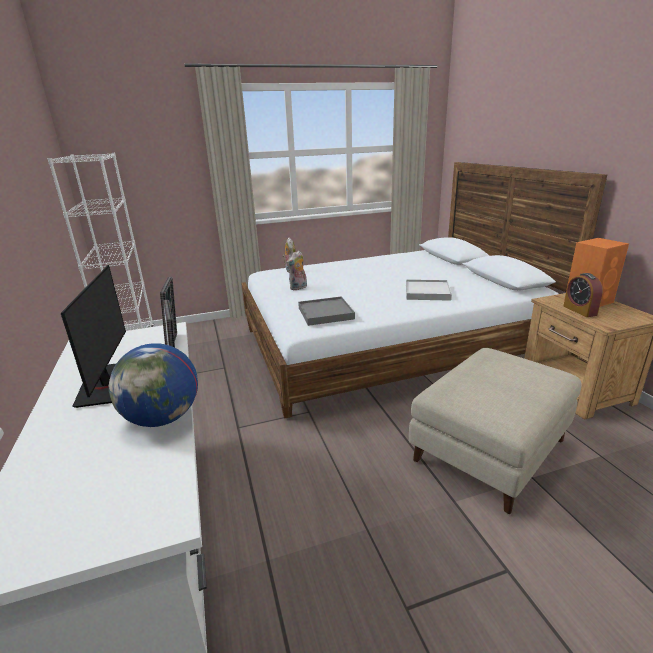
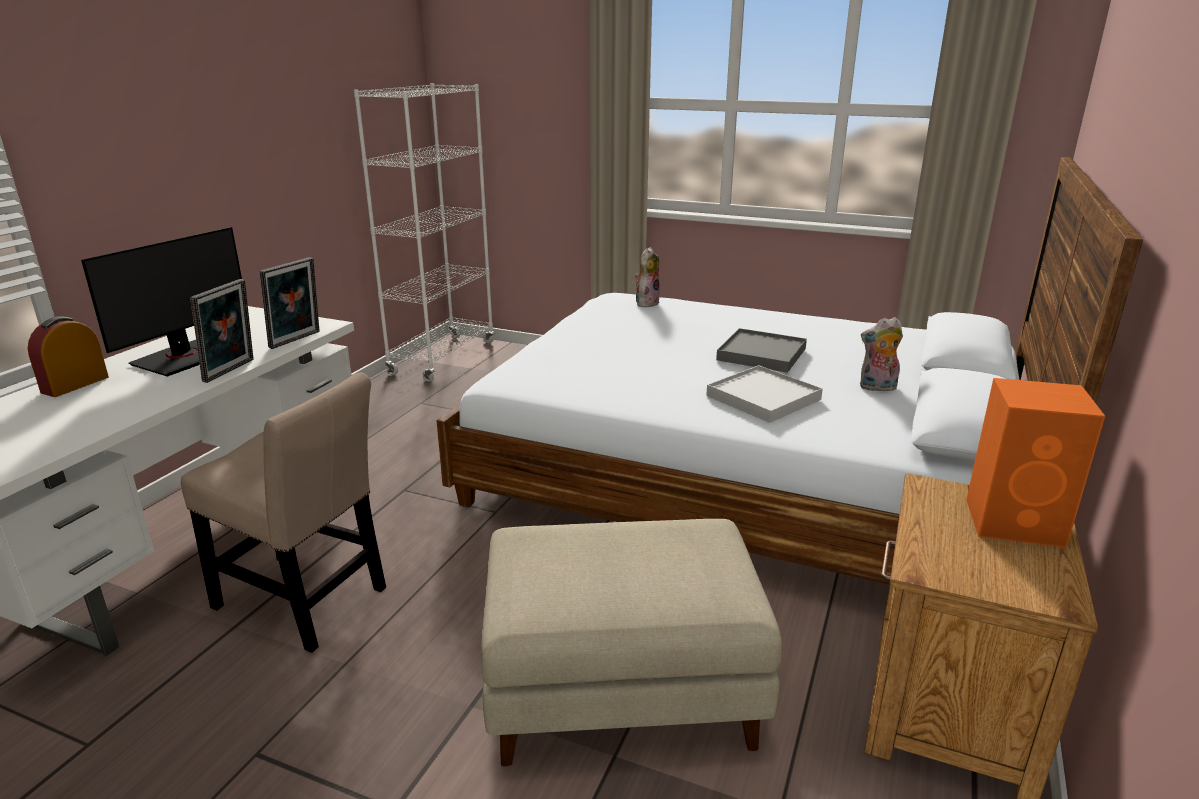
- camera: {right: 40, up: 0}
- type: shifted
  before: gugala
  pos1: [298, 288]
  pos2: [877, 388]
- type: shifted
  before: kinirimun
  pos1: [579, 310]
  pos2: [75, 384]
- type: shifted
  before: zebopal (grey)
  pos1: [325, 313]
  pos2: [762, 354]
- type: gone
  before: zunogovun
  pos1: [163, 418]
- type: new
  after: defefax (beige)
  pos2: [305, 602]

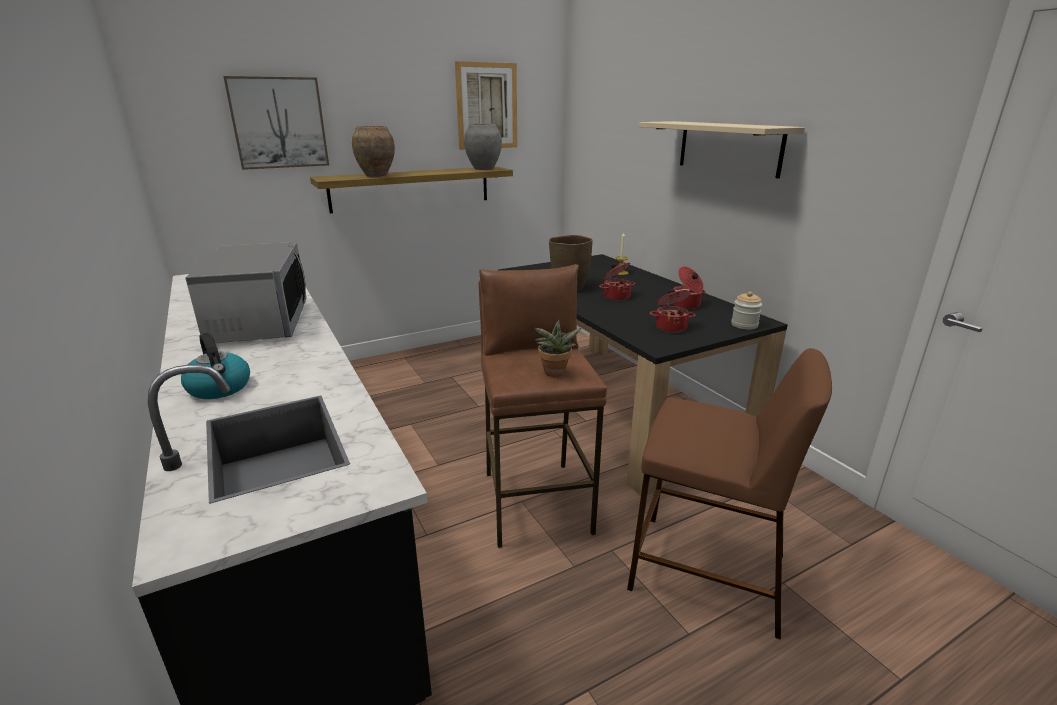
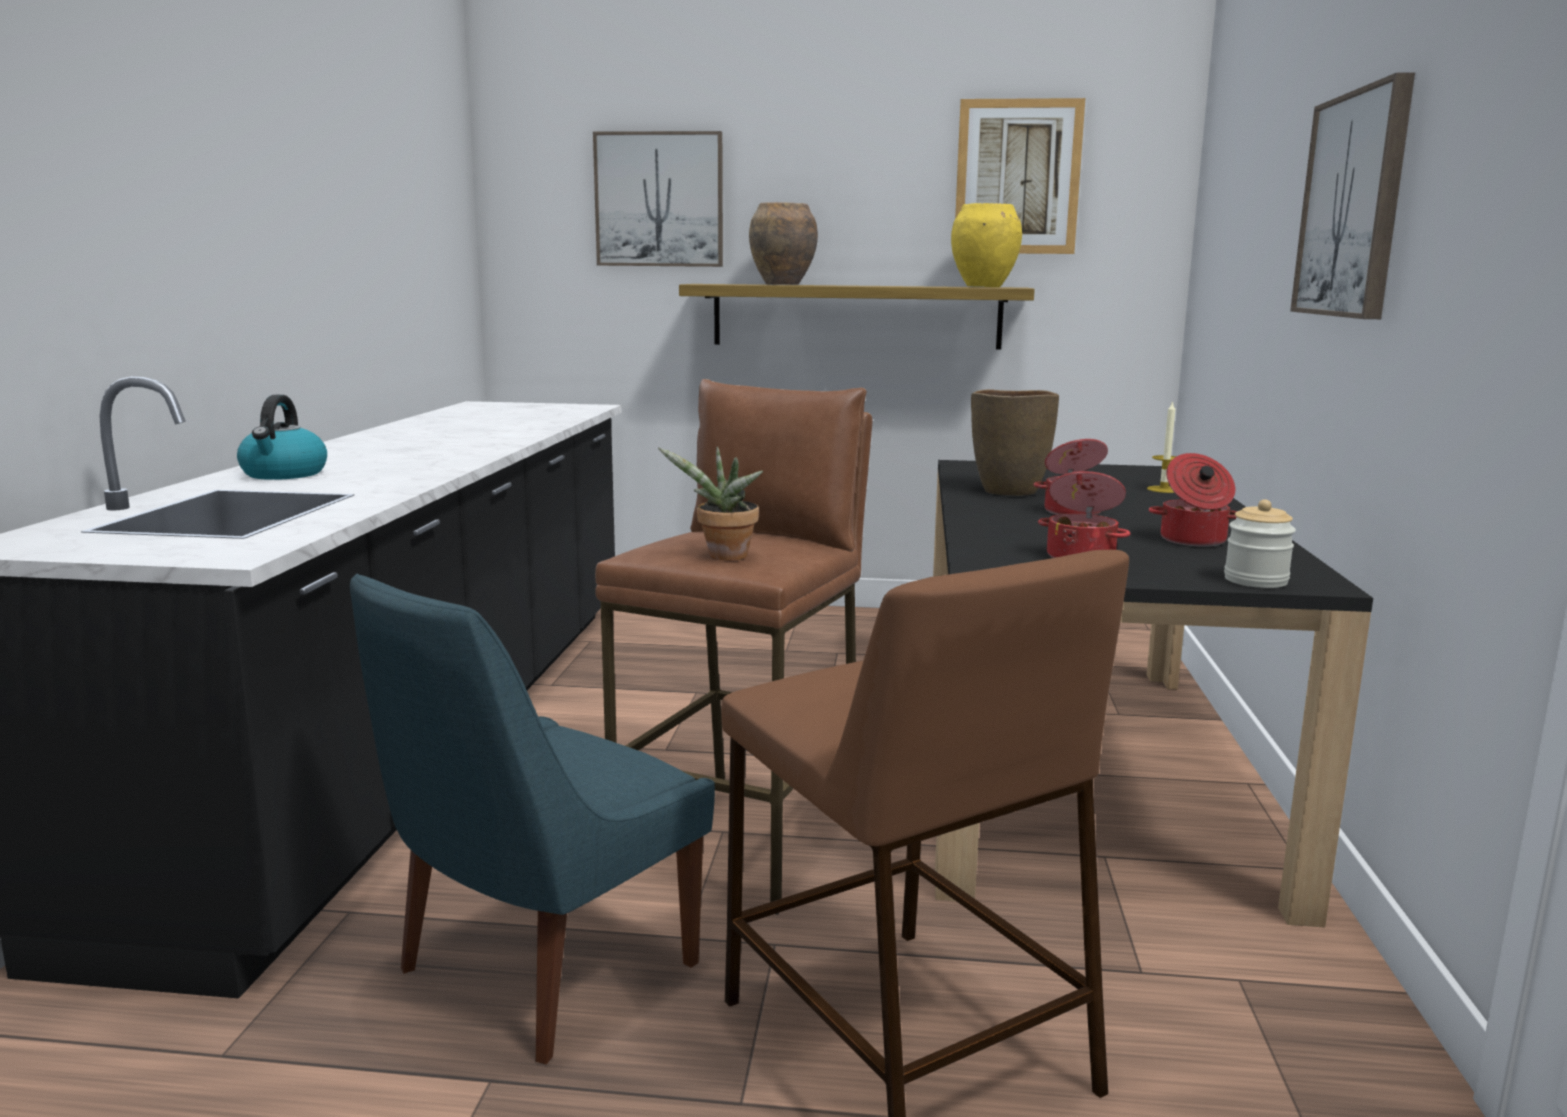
- camera: {right: 35, up: -10}
- type: swapped
  before: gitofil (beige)
  after: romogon
  pos1: [728, 147]
  pos2: [1353, 205]
- type: repainted
  before: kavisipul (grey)
  after: kavisipul (yellow)
  pos1: [484, 169]
  pos2: [984, 287]
- type: gone
  before: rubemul
  pos1: [259, 323]
- type: new
  after: defefax (blue)
  pos2: [539, 972]

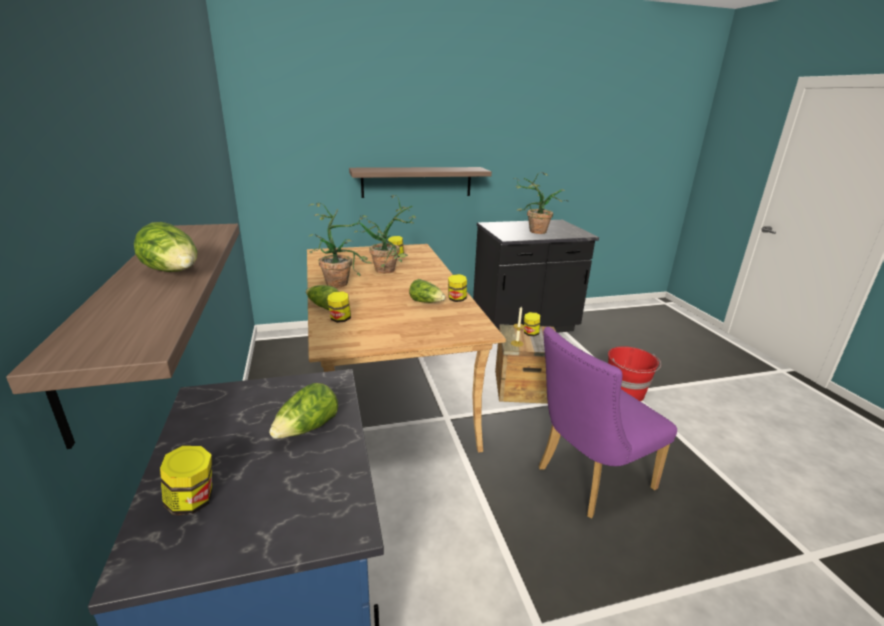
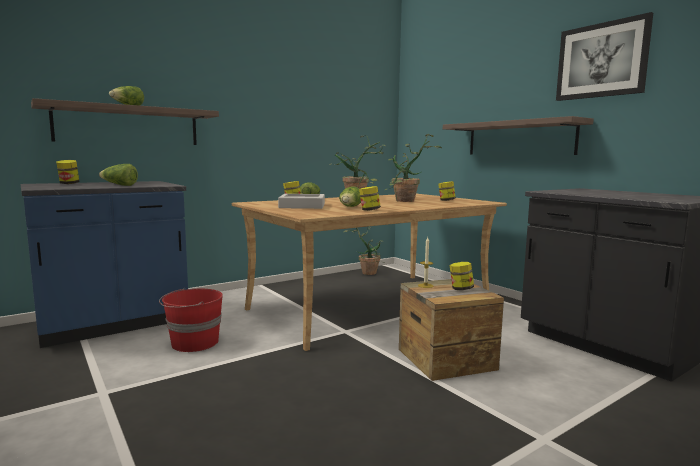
- camera: {right: 70, up: -15}
- type: shifted
  before: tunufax
  pos1: [533, 231]
  pos2: [367, 272]
- type: gone
  before: defefax (purple)
  pos1: [588, 480]
- type: shifted
  before: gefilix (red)
  pos1: [626, 392]
  pos2: [193, 343]
- type: new
  after: romogon
  pos2: [601, 60]
- type: new
  after: zebopal (grey)
  pos2: [302, 206]

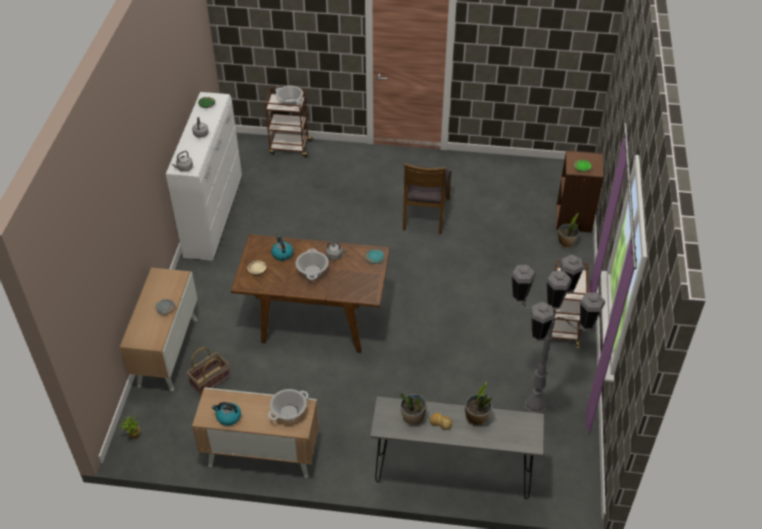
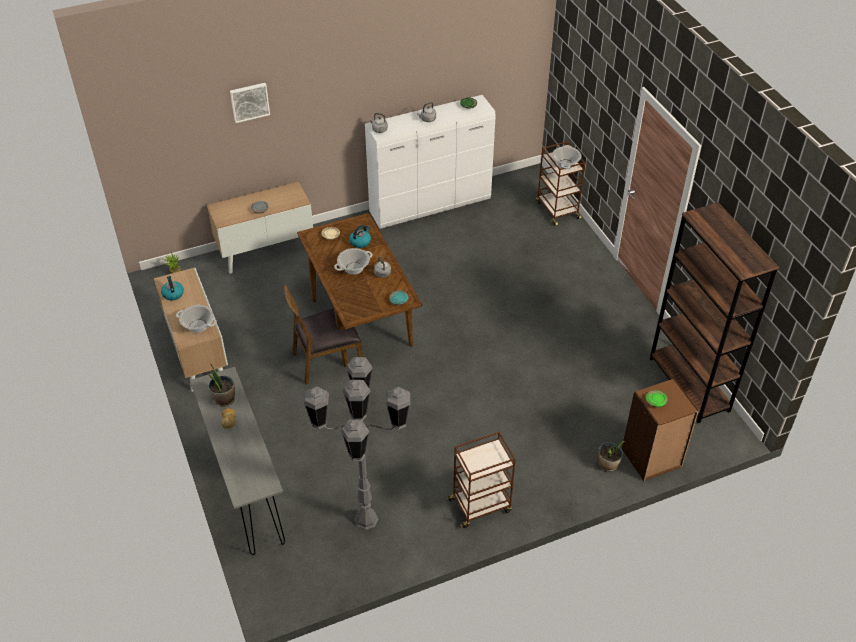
- camera: {right: 60, up: 0}
- type: shifted
  before: defefax (brown)
  pos1: [425, 214]
  pos2: [327, 360]
- type: gone
  before: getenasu
  pos1: [210, 380]
- type: gone
  before: tunufax
  pos1: [476, 418]
- type: new
  after: romogon
  pos2: [249, 101]
- type: new
  after: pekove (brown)
  pos2: [689, 384]

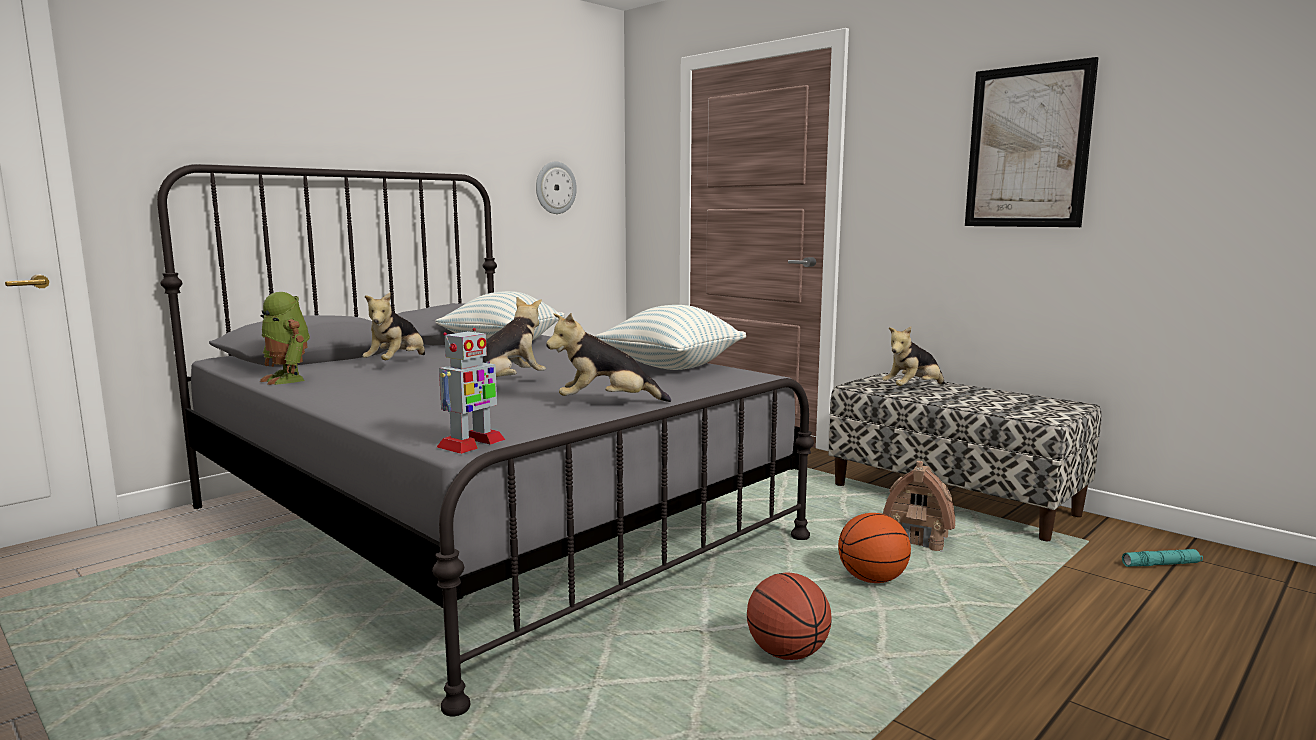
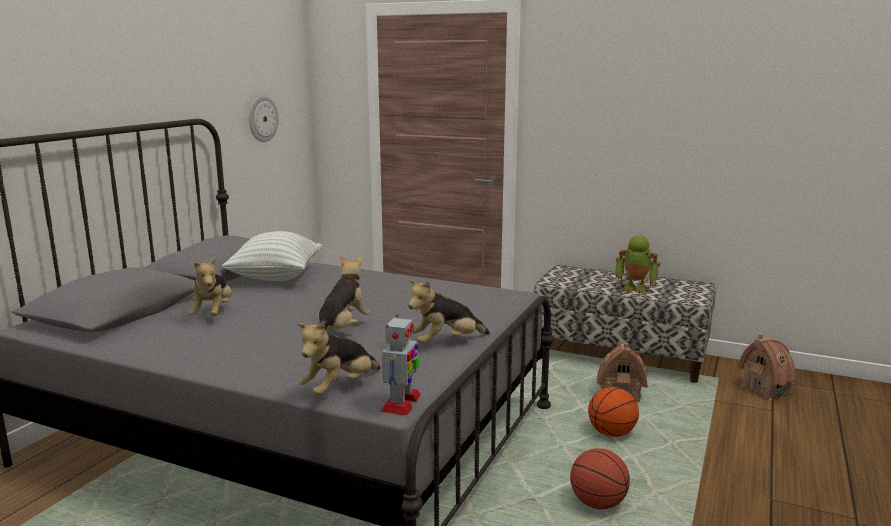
- camera: {right: -20, up: 5}
- type: gone
  before: romogon
  pos1: [1027, 147]
- type: shifted
  before: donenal
  pos1: [288, 379]
  pos2: [635, 288]
- type: gone
  before: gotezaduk
  pos1: [671, 367]
- type: shifted
  before: gugala
  pos1: [913, 389]
  pos2: [340, 388]
- type: swapped
  before: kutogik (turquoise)
  after: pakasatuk
  pos1: [1161, 564]
  pos2: [766, 389]

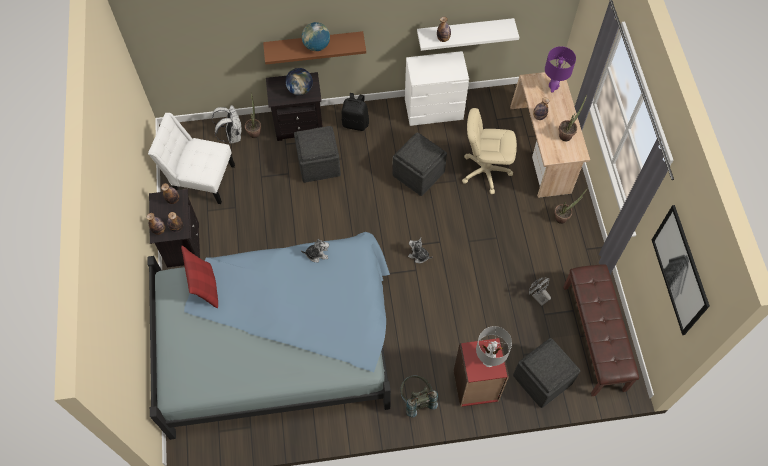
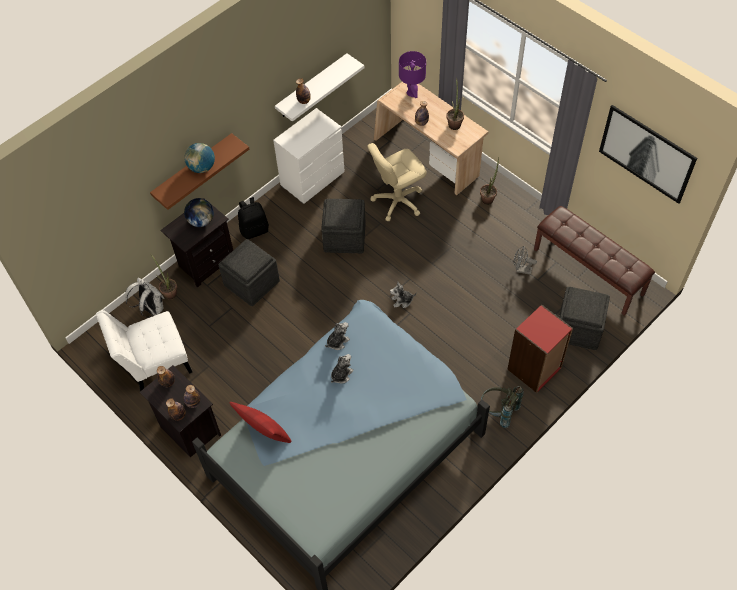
- camera: {right: -35, up: -5}
- type: gone
  before: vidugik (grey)
  pos1: [489, 360]
- type: new
  after: gugala
  pos2: [341, 374]

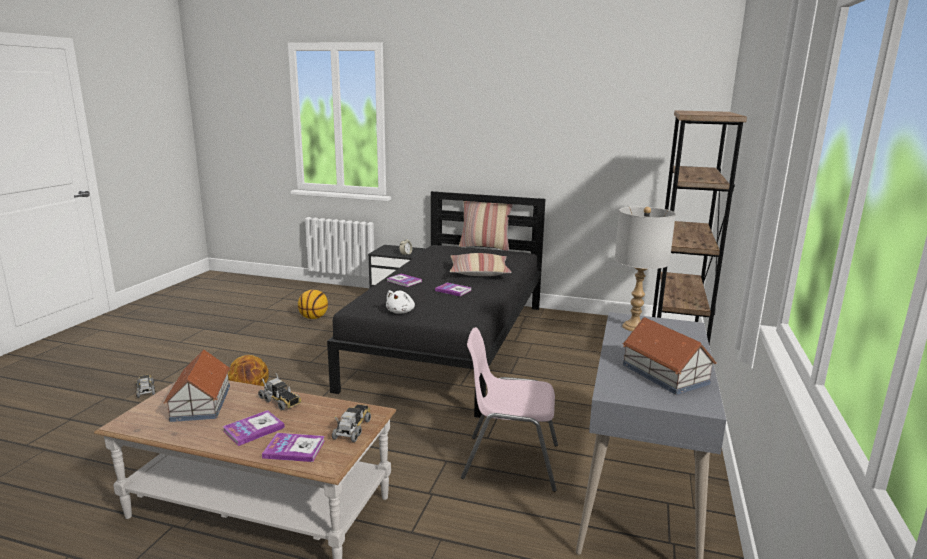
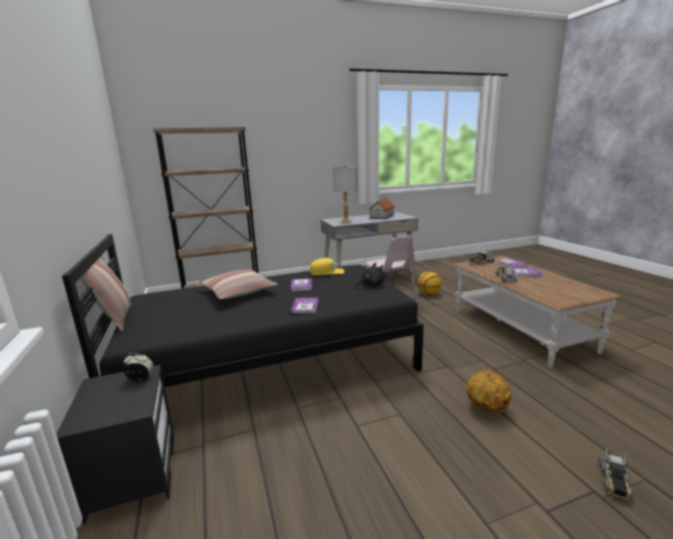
- camera: {right: -125, up: 0}
- type: shifted
  before: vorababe
  pos1: [314, 318]
  pos2: [429, 293]
- type: repainted
  before: gugala (white)
  after: gugala (black)
  pos1: [401, 312]
  pos2: [372, 284]
- type: gone
  before: pakasatuk
  pos1: [202, 402]
- type: new
  after: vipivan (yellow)
  pos2: [326, 272]

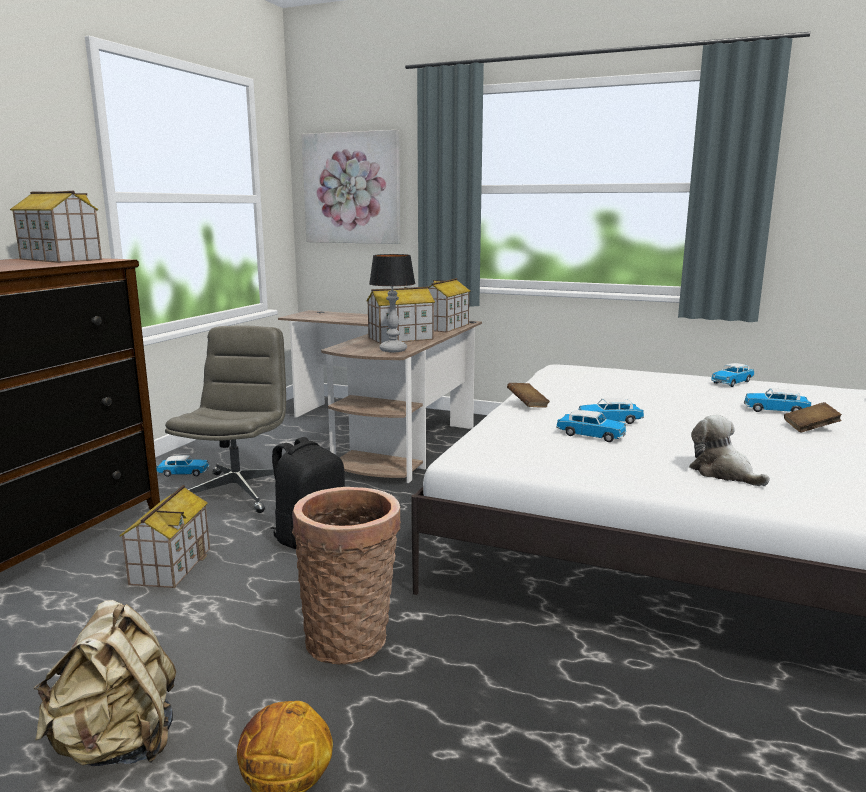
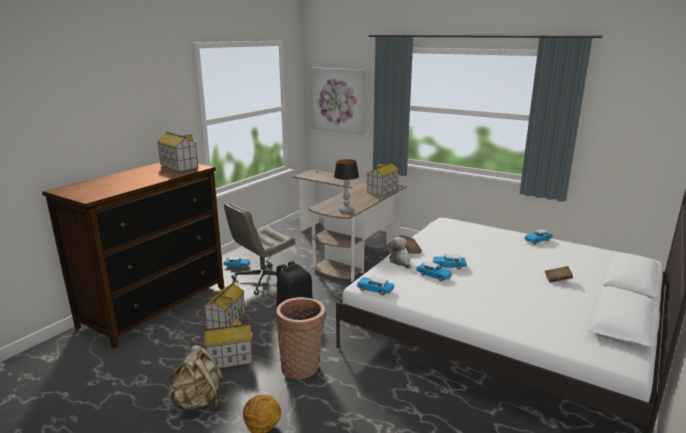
- camera: {right: 10, up: 5}
- type: shifted
  before: pakasatuk
  pos1: [400, 339]
  pos2: [229, 359]
- type: rotated
  before: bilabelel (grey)
  pos1: [237, 492]
  pos2: [262, 280]
  turn: -150
- type: shifted
  before: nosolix
  pos1: [775, 410]
  pos2: [375, 290]
- type: shifted
  before: gugala
  pos1: [723, 473]
  pos2: [400, 261]

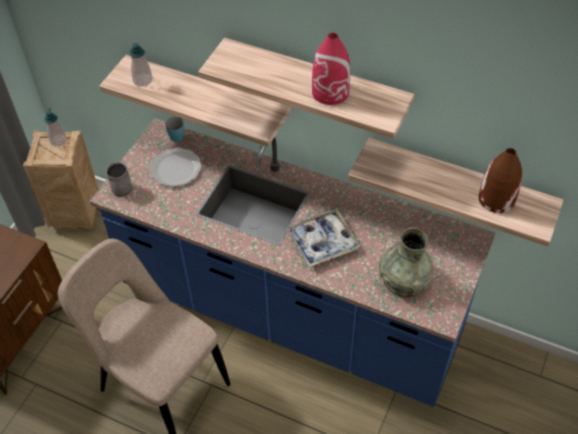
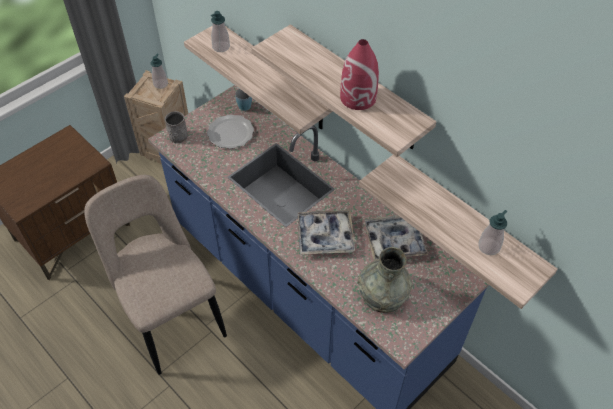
- camera: {right: 20, up: 0}
- type: swapped
  before: kavisipul (brown)
  after: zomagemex
  pos1: [496, 199]
  pos2: [489, 246]
- type: new
  after: zebopal
  pos2: [394, 241]

